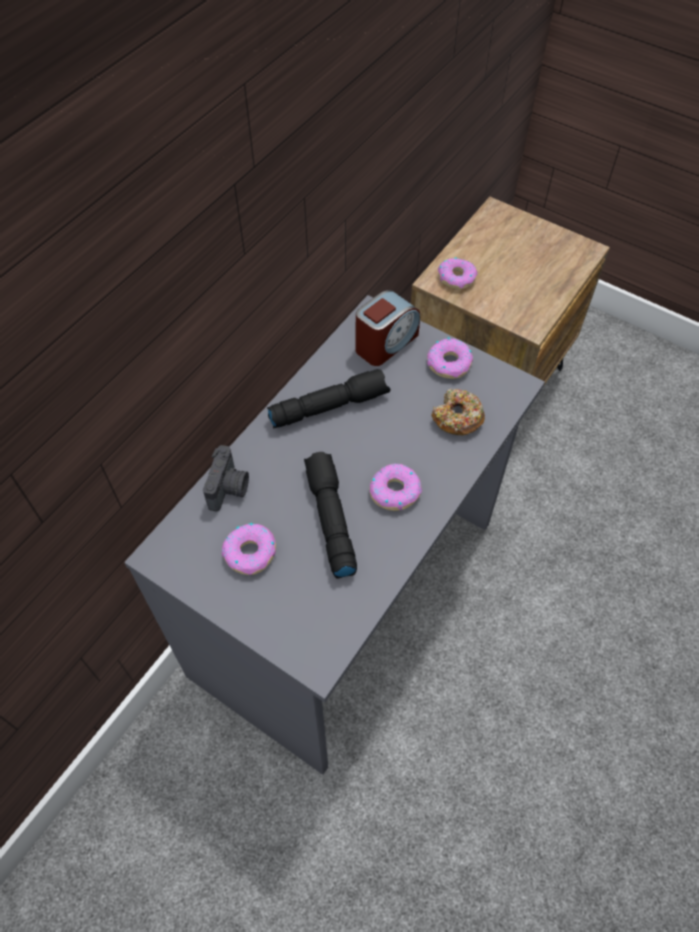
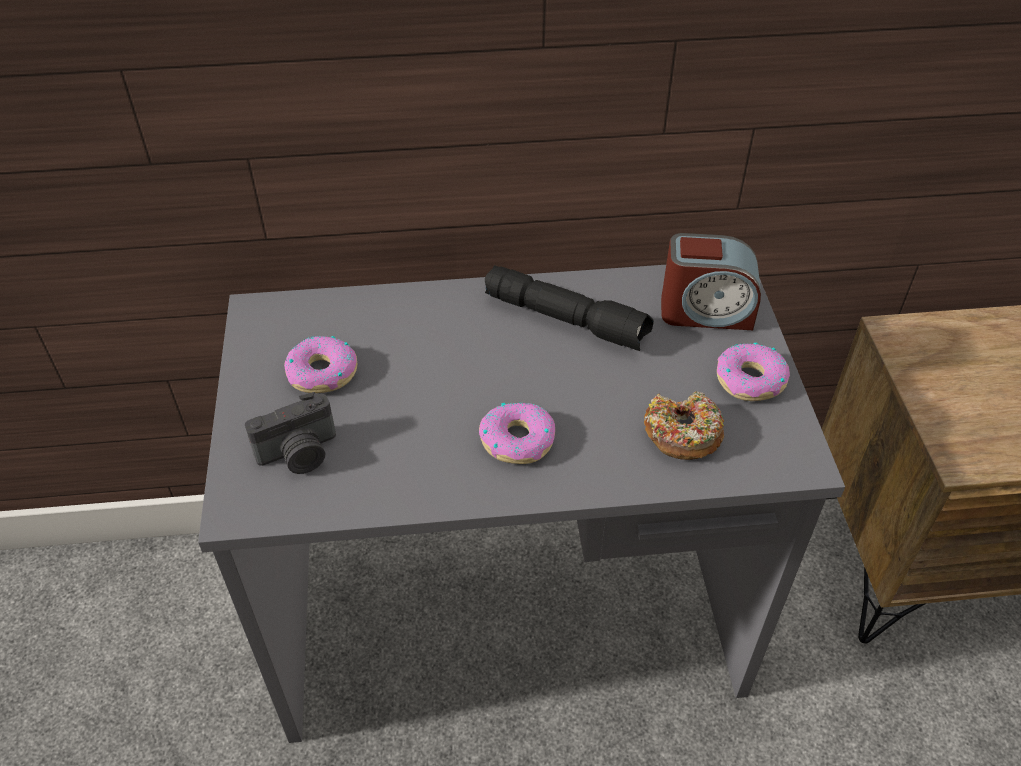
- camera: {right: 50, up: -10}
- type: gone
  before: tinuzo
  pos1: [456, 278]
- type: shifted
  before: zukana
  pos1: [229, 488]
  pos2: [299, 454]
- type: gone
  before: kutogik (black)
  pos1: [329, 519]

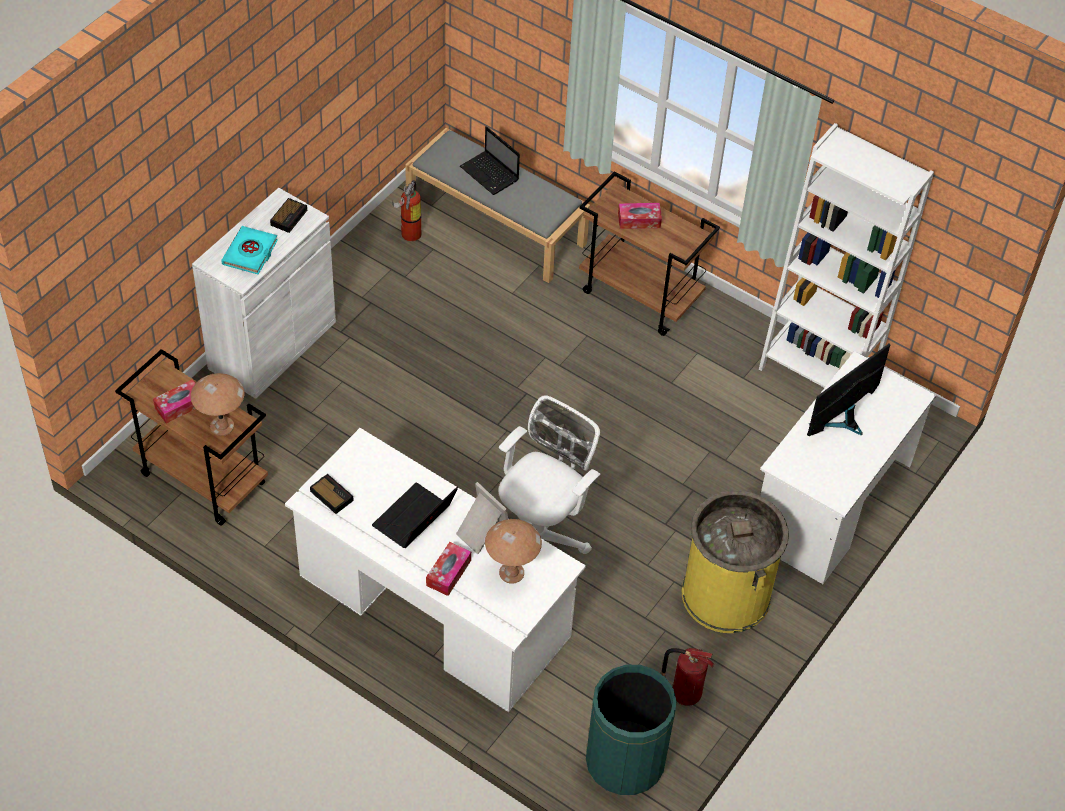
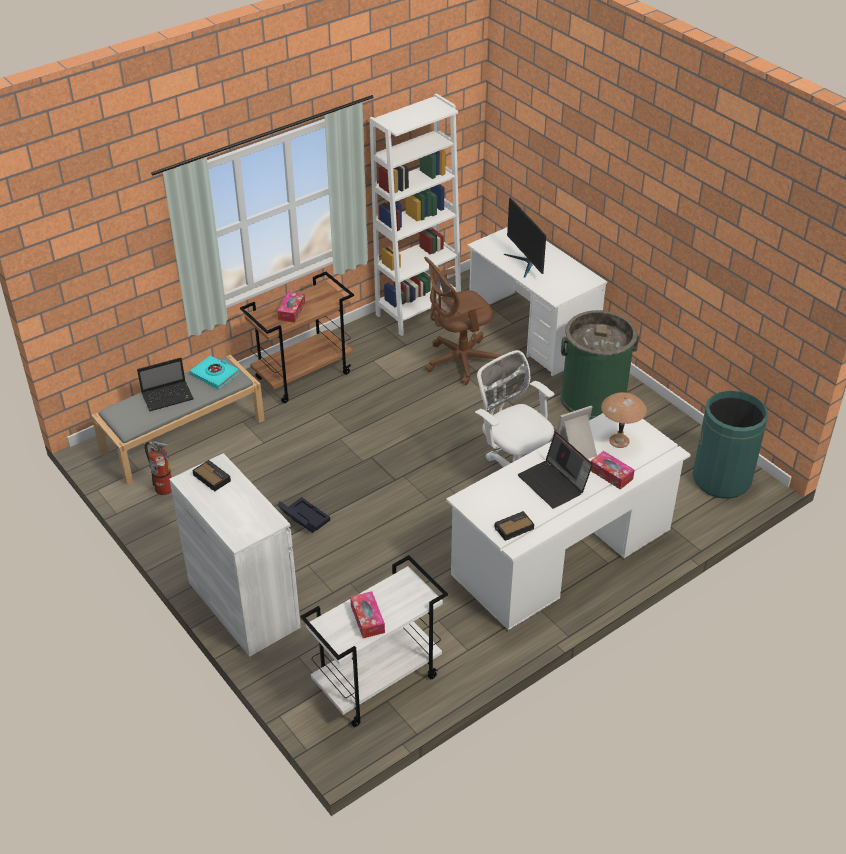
- camera: {right: -70, up: -10}
- type: shifted
  before: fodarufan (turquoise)
  pos1: [250, 253]
  pos2: [215, 375]
- type: repainted
  before: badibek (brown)
  after: badibek (white)
  pos1: [201, 479]
  pos2: [377, 683]
- type: gone
  before: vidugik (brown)
  pos1: [221, 426]
- type: repainted
  before: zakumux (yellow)
  after: zakumux (green)
  pos1: [726, 594]
  pos2: [593, 398]
- type: gone
  before: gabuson
  pos1: [684, 693]
- type: new
  after: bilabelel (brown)
  pos2: [459, 361]
- type: new
  after: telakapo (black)
  pos2: [303, 518]

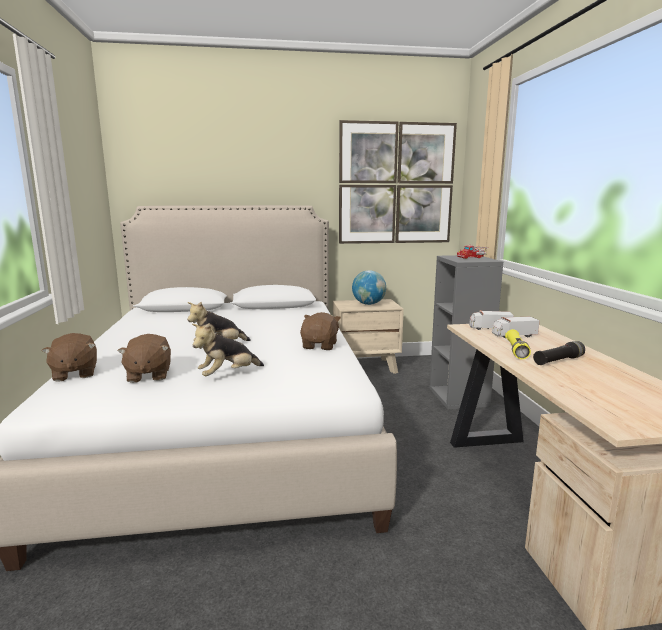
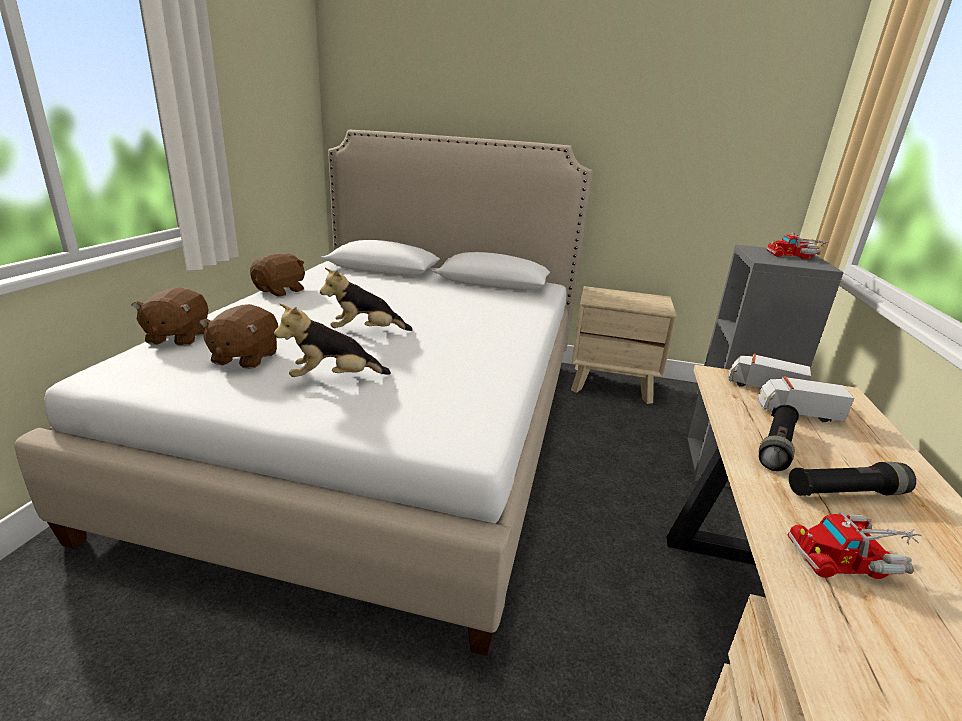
- camera: {right: 20, up: 10}
- type: gone
  before: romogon
  pos1: [396, 184]
- type: gone
  before: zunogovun
  pos1: [368, 304]
- type: shifted
  before: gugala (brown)
  pos1: [320, 346]
  pos2: [281, 291]
- type: repainted
  before: kutogik (yellow)
  after: kutogik (black)
  pos1: [516, 350]
  pos2: [776, 447]
- type: new
  after: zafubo
  pos2: [850, 558]

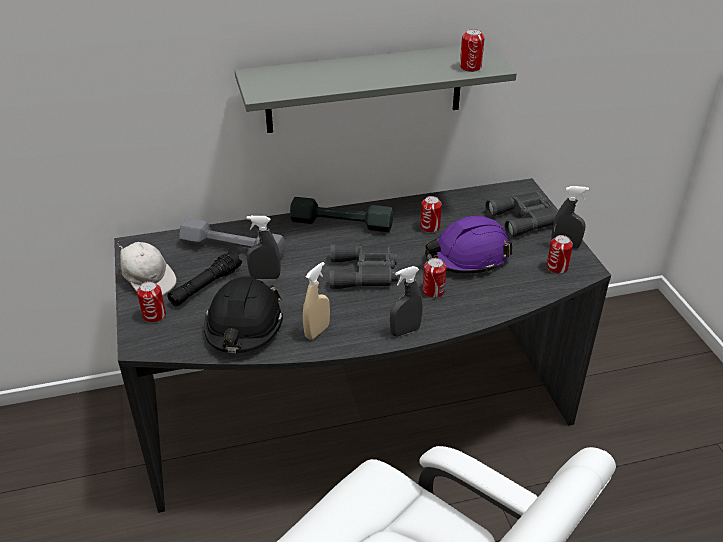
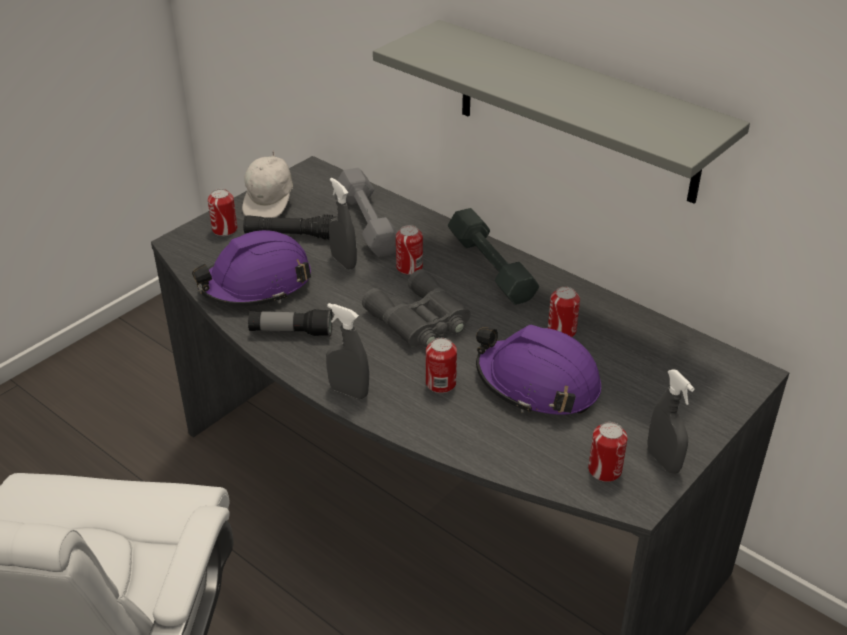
- camera: {right: 55, up: 0}
- type: shifted
  before: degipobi
  pos1: [470, 67]
  pos2: [409, 267]
- type: gone
  before: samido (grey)
  pos1: [526, 219]
- type: swapped
  before: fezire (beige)
  after: kutogik
  pos1: [317, 331]
  pos2: [291, 332]
- type: repainted
  before: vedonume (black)
  after: vedonume (purple)
  pos1: [244, 326]
  pos2: [256, 285]

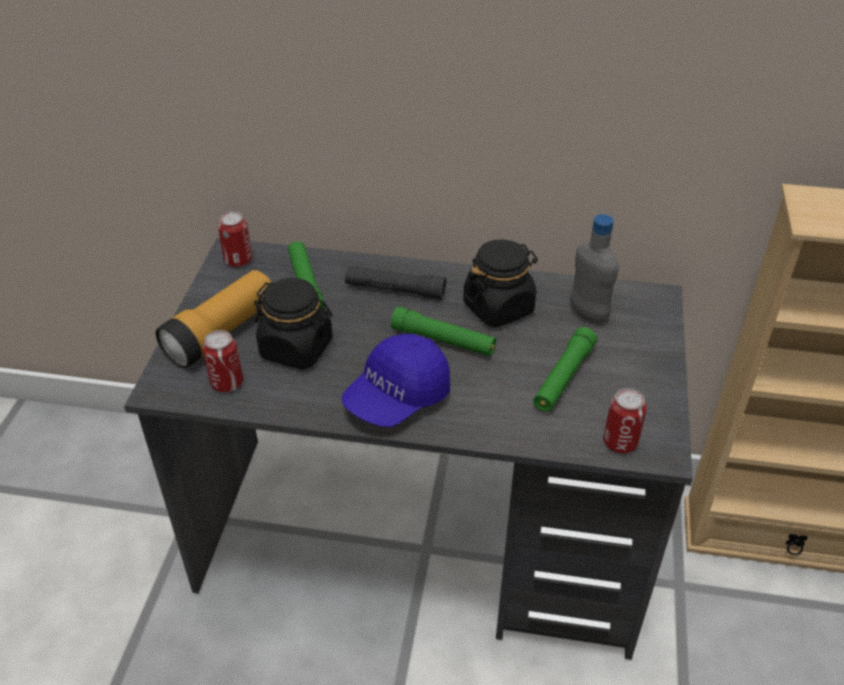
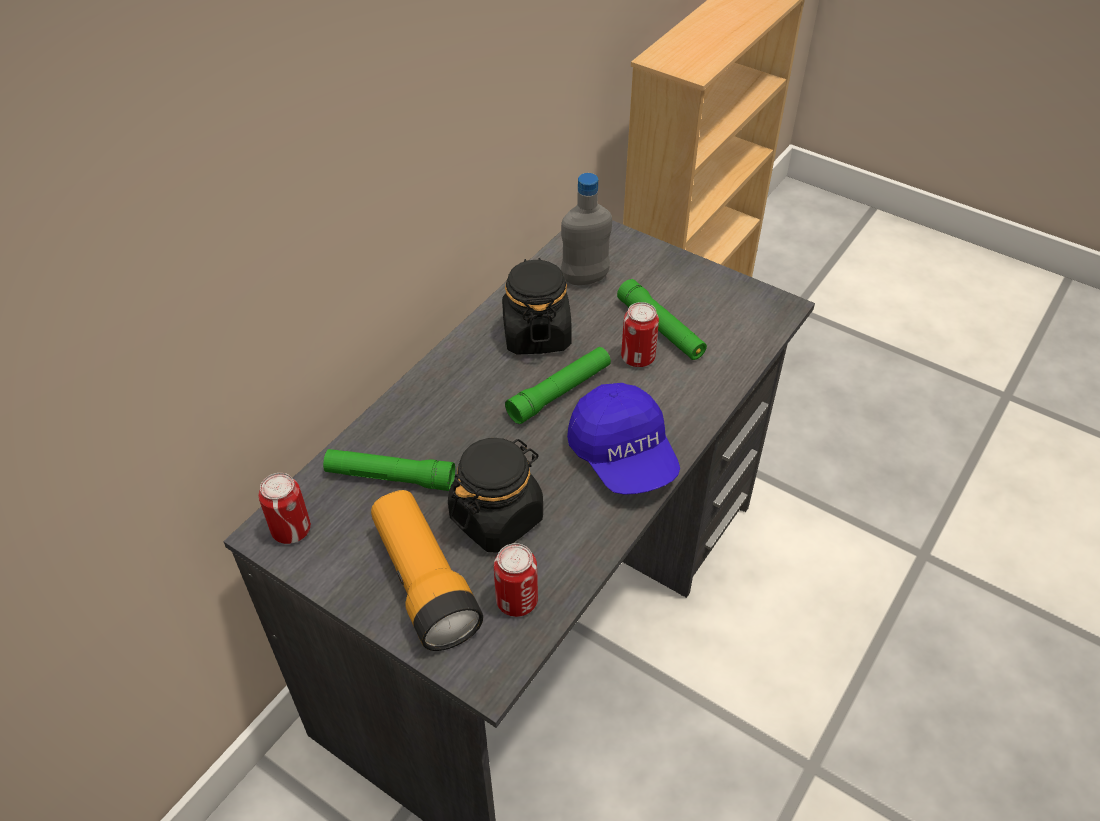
- camera: {right: -65, up: 5}
- type: gone
  before: kutogik (black)
  pos1: [395, 290]
- type: shifted
  before: degipobi
  pos1: [620, 442]
  pos2: [638, 357]

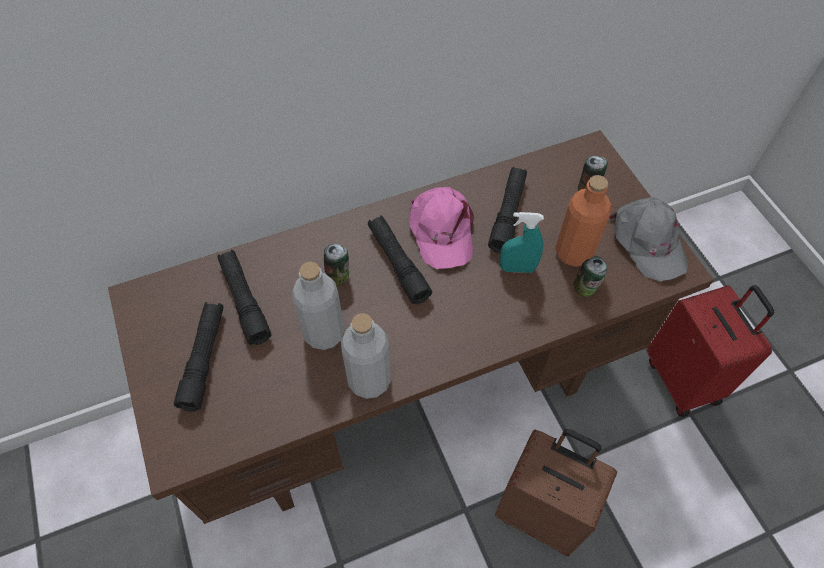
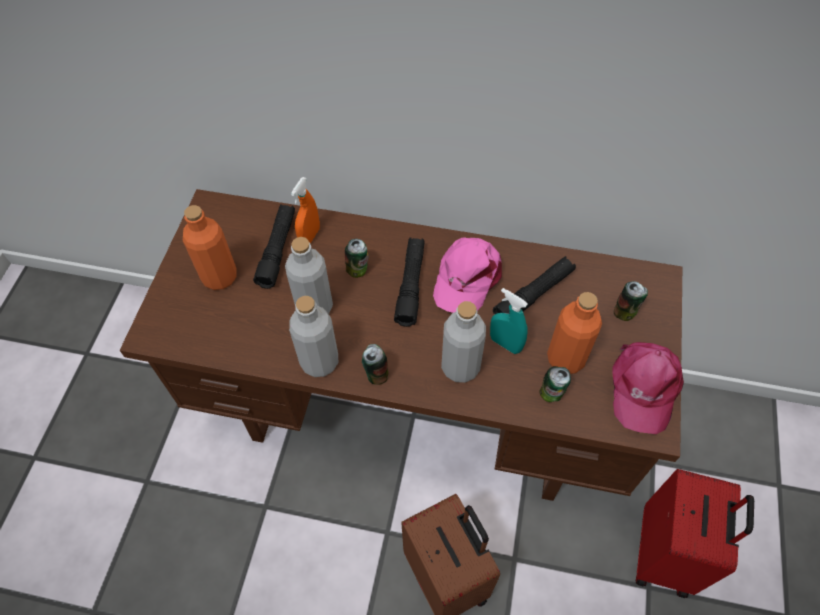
- camera: {right: 35, up: 0}
- type: repainted
  before: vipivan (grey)
  after: vipivan (pink)
  pos1: [647, 242]
  pos2: [643, 387]
- type: swapped
  before: kutogik (black)
  after: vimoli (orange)
  pos1: [204, 359]
  pos2: [219, 276]
- type: new
  after: fezire (orange)
  pos2: [310, 237]
- type: new
  after: vimoli (grey)
  pos2: [460, 367]
- type: new
  after: degipobi
  pos2: [376, 374]

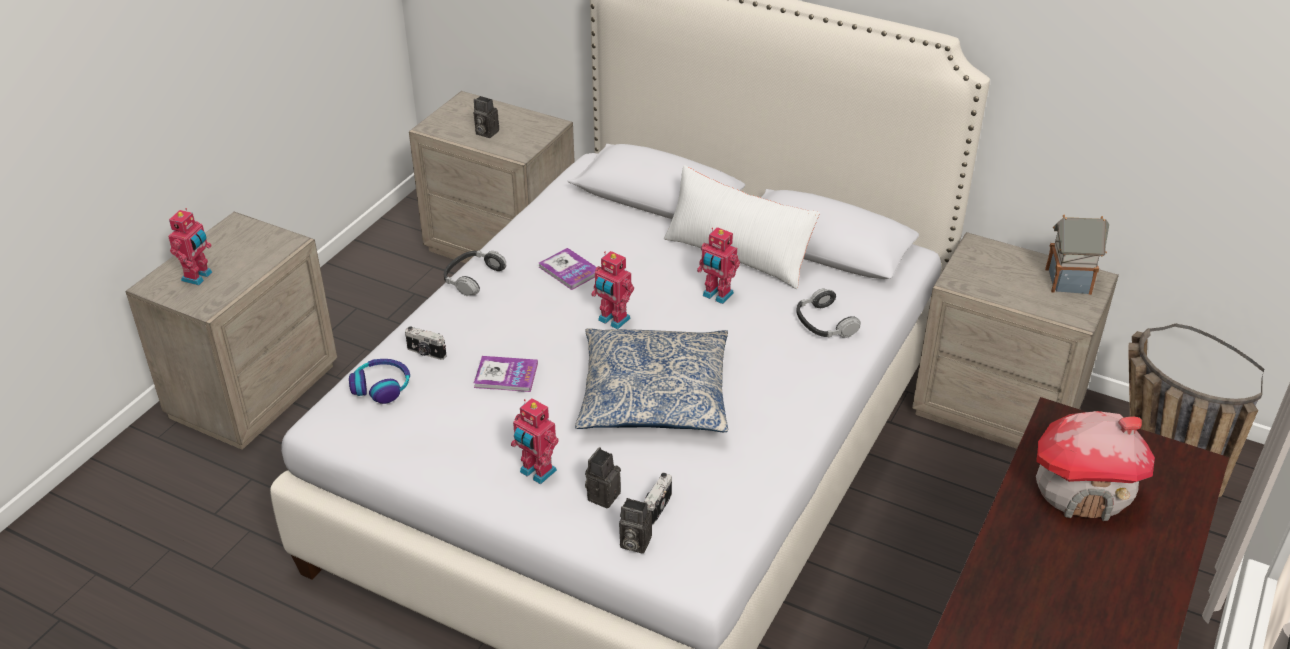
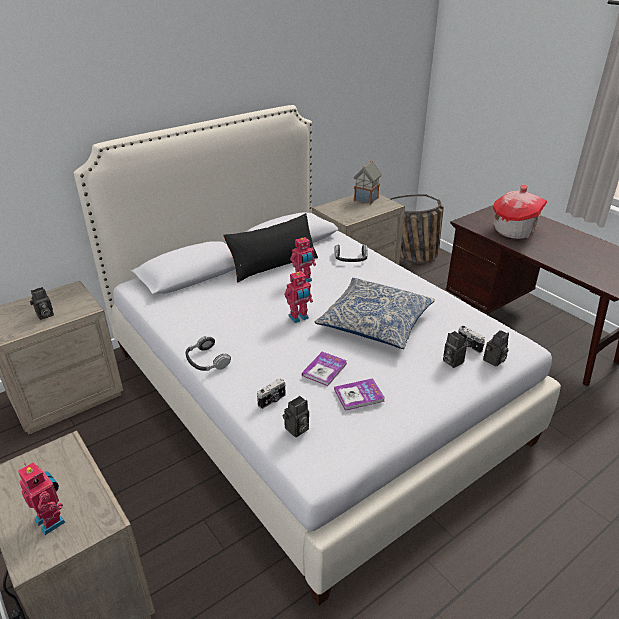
- camera: {right: -65, up: -5}
- type: repainted
  before: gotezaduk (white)
  after: gotezaduk (black)
  pos1: [737, 254]
  pos2: [273, 265]
- type: shifted
  before: fodarufan
  pos1: [569, 270]
  pos2: [359, 395]
- type: swapped
  before: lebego
  after: zukana
  pos1: [381, 386]
  pos2: [296, 430]
- type: gone
  before: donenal
  pos1: [536, 472]

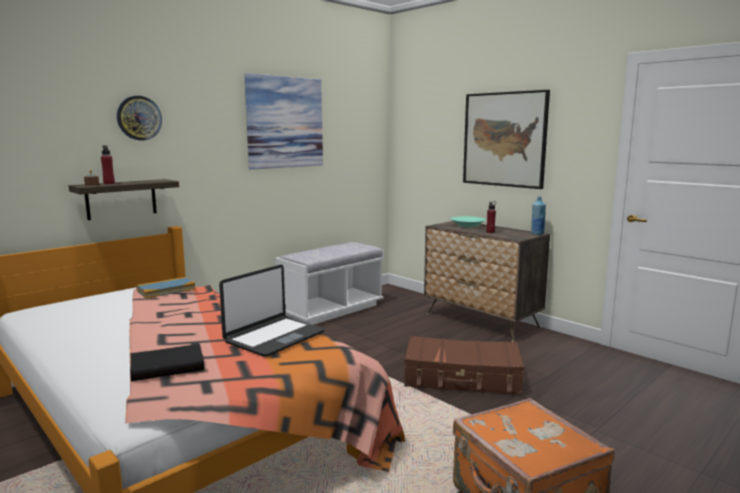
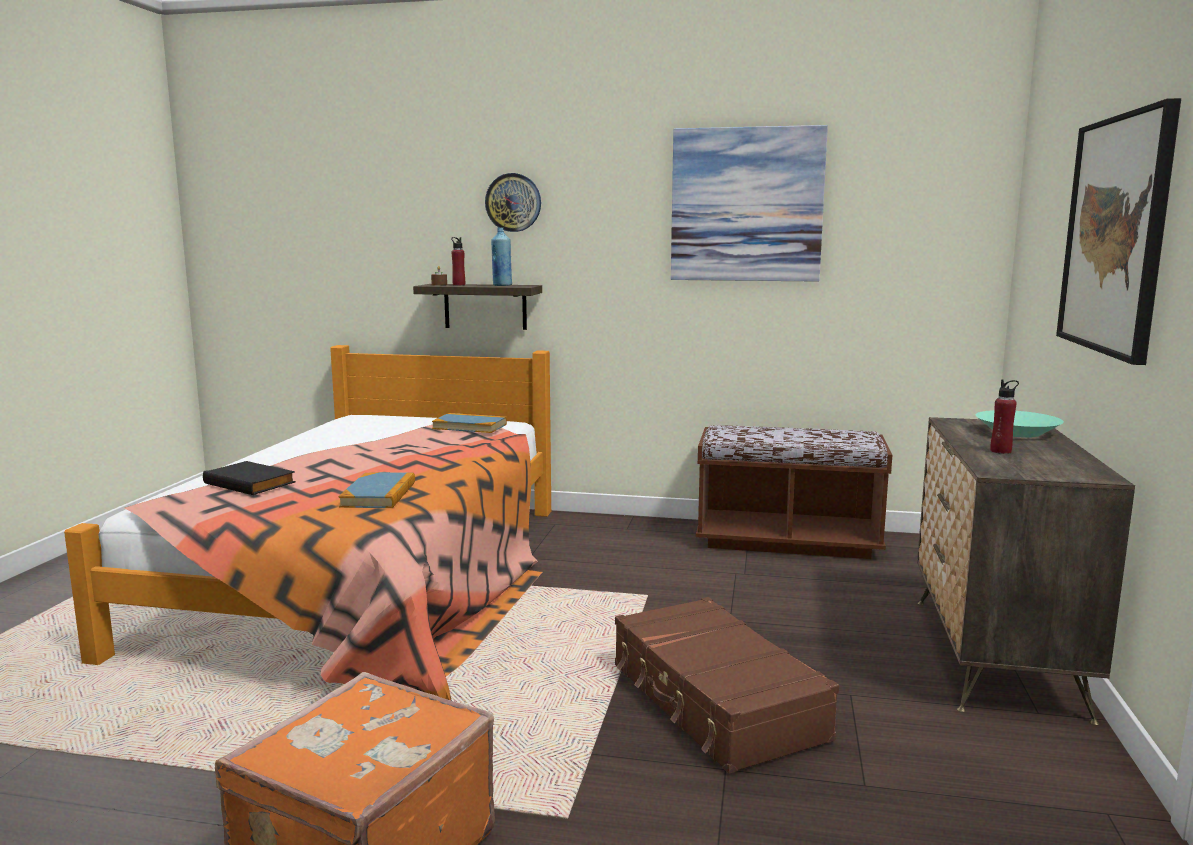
- camera: {right: 55, up: 0}
- type: shifted
  before: vimoli (blue)
  pos1: [537, 234]
  pos2: [502, 285]
- type: repainted
  before: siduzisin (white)
  after: siduzisin (brown)
  pos1: [332, 310]
  pos2: [787, 541]
- type: swapped
  before: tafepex
  after: fodarufan
  pos1: [274, 337]
  pos2: [379, 494]

